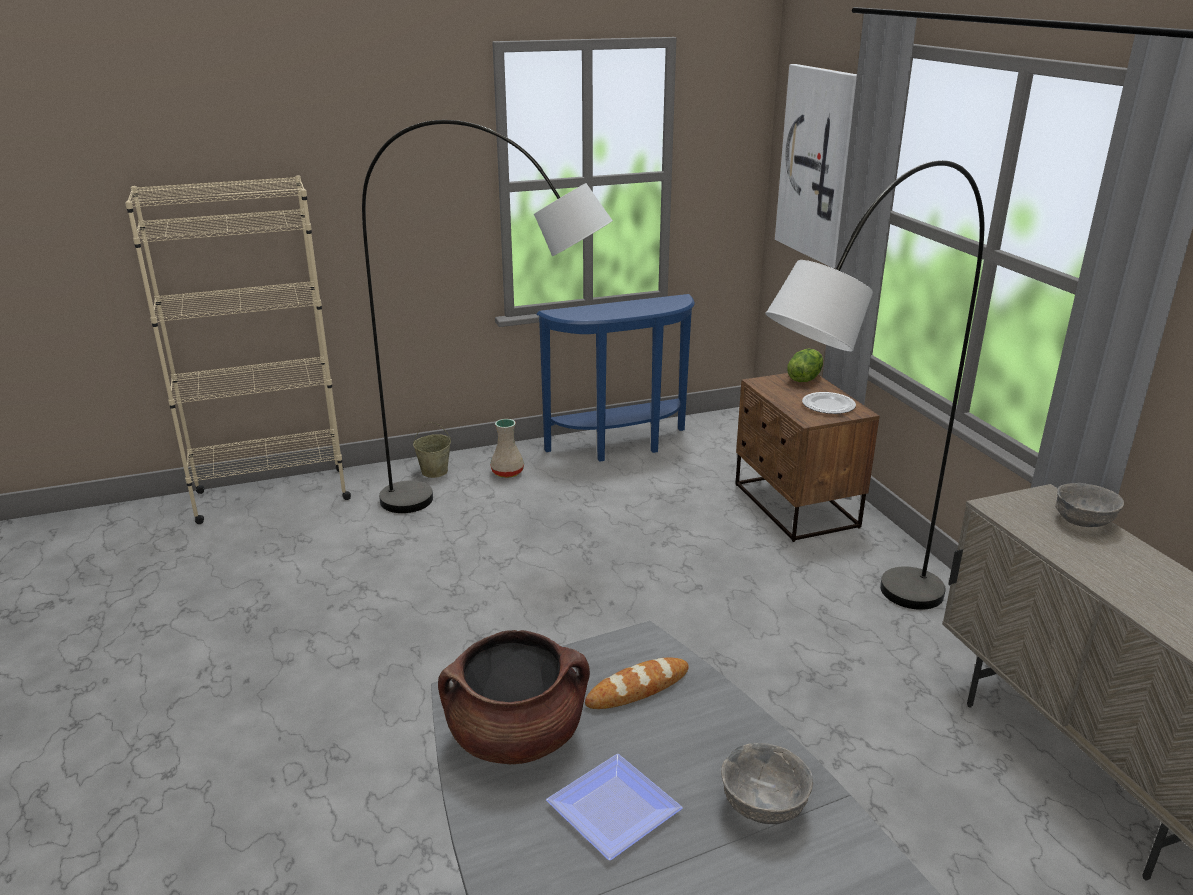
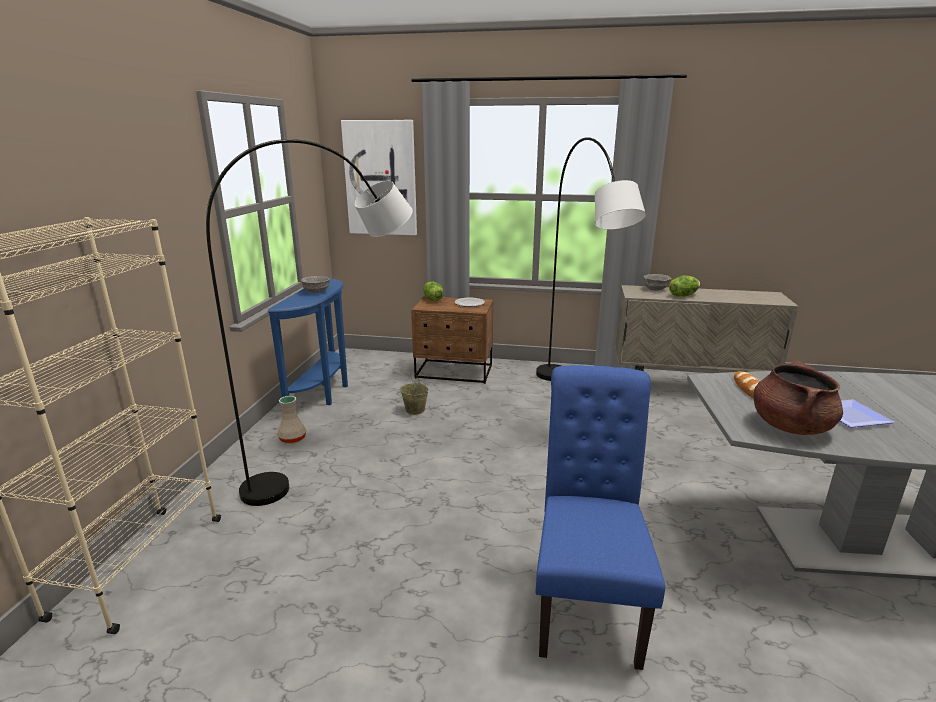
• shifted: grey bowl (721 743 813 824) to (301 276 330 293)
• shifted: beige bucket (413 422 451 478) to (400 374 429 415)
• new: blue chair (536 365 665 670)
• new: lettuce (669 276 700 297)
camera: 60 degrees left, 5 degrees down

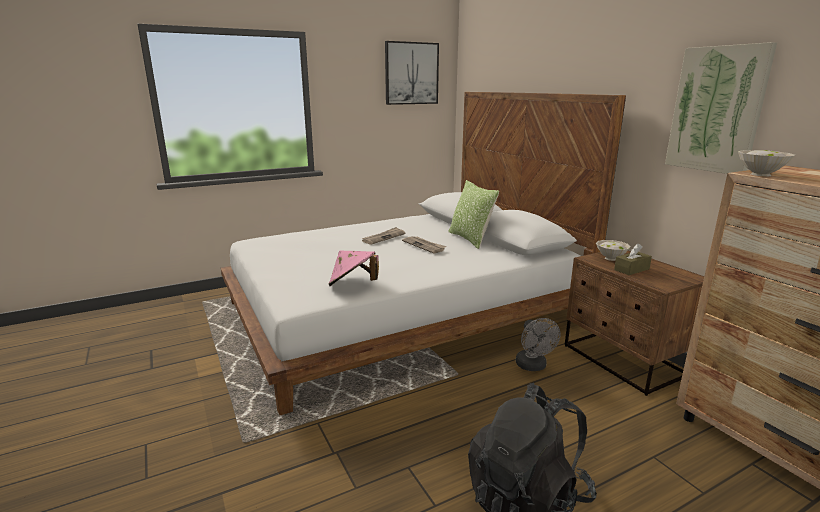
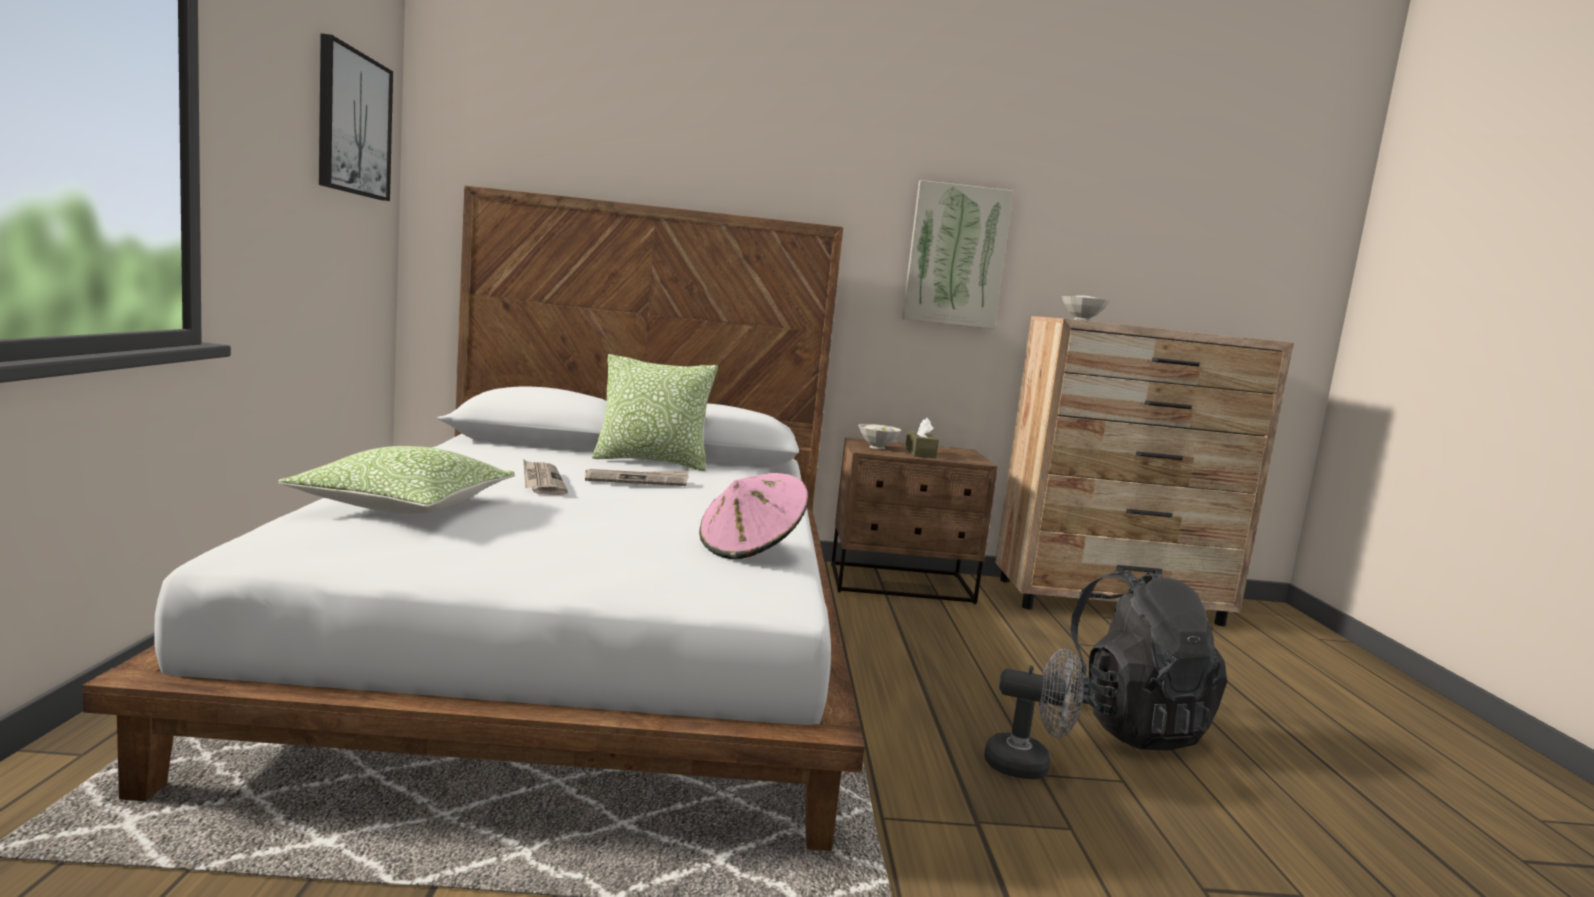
• new: pillow (278 446 515 514)
• shifted: grey fan (516 318 560 371) to (984 649 1084 779)
camera: 65 degrees left, 10 degrees down

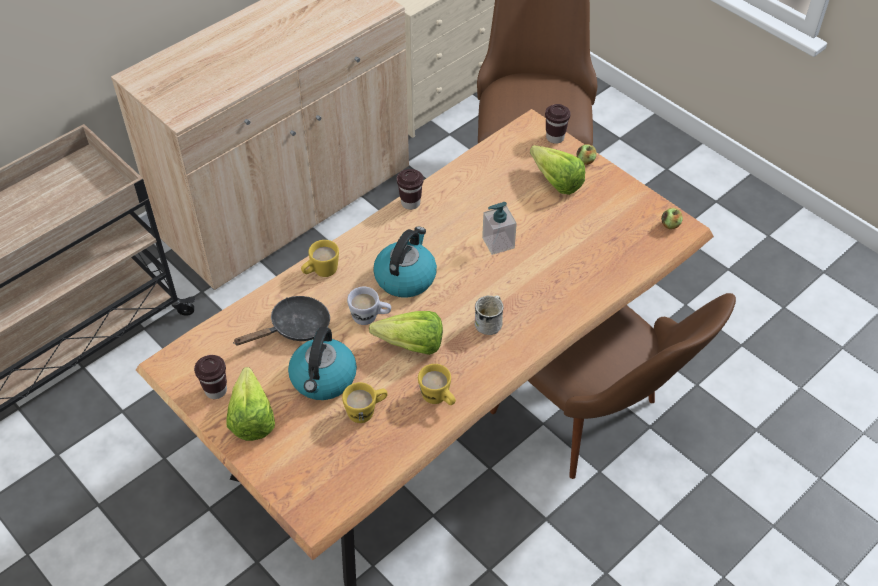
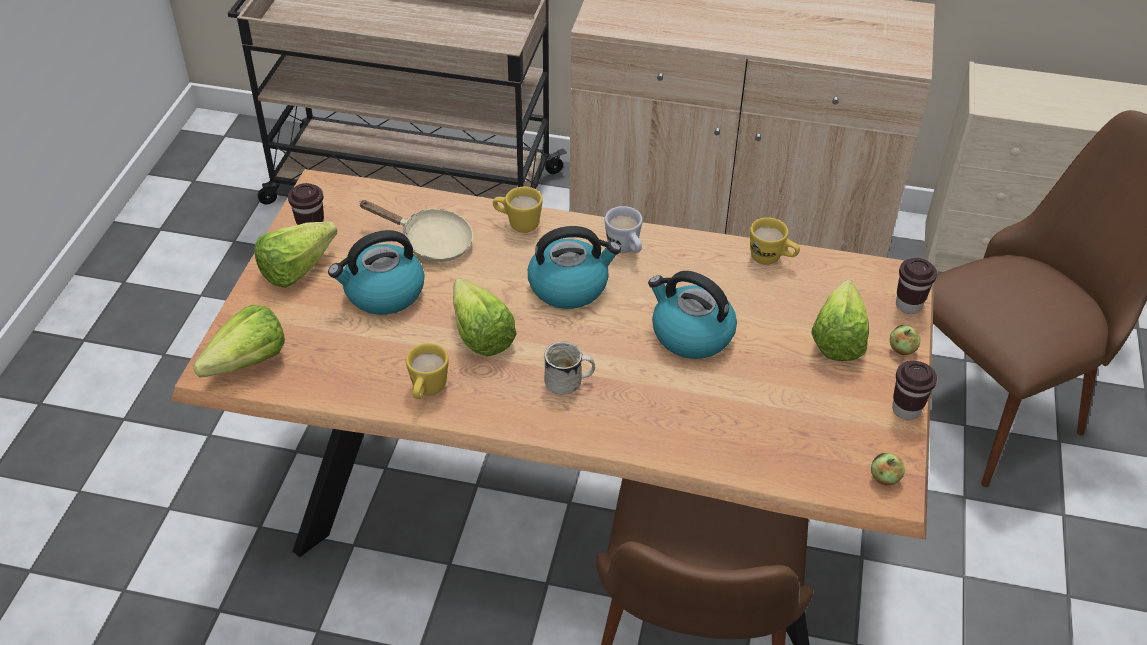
• new: lettuce (193 305 285 378)
• repainted: black frying pan (233 296 330 345) to beige frying pan (359 200 473 262)
• shifted: white mug (347 287 391 325) to (605 206 643 253)
• swapped: soap dispenser (482 202 517 255) to kettle (648 271 737 359)
• shifted: yellow mug (342 382 388 423) to (750 217 800 265)
• shifted: brown cup (397 169 423 210) to (892 361 937 420)
camera: 55 degrees right, 5 degrees down

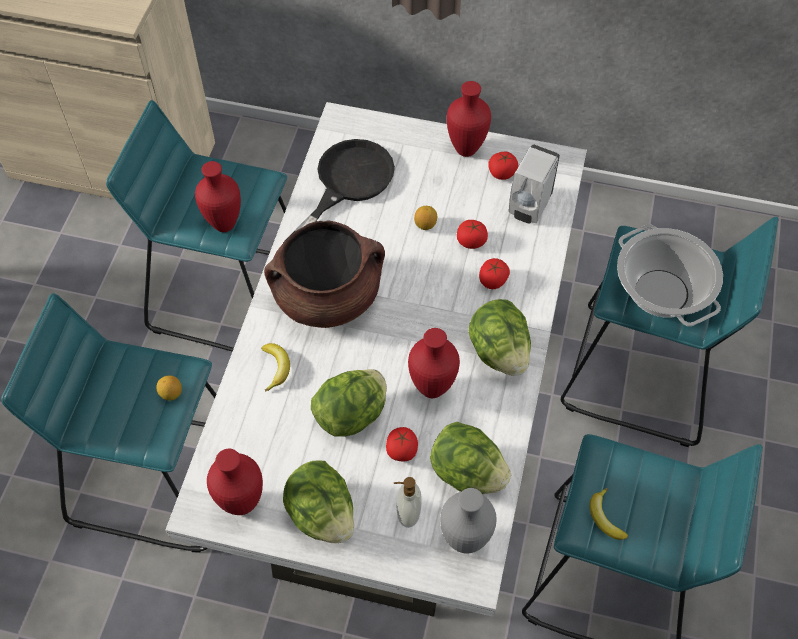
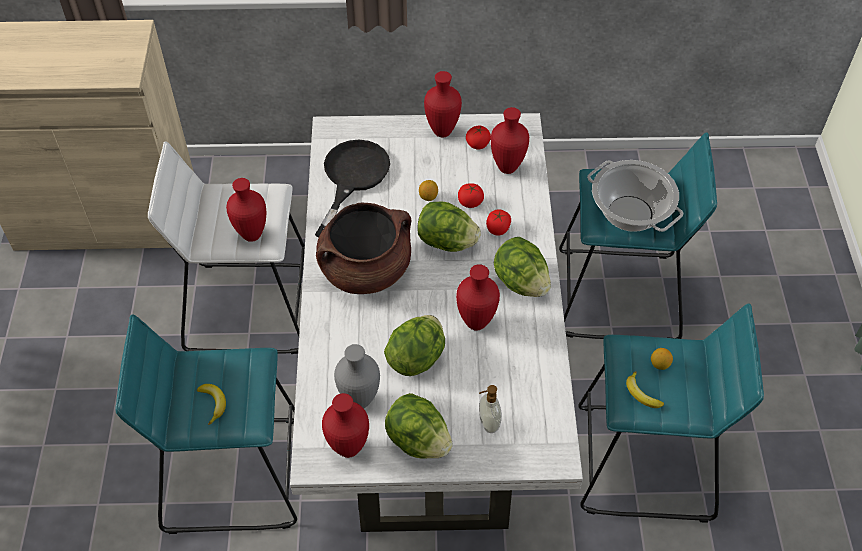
• repainted: turquoise stool (106 100 287 352) to white stool (148 141 305 354)
• shifted: banana (261 343 290 391) to (197 384 226 425)
• shifted: grey vase (440 488 497 553) to (334 344 380 409)
• shifted: lettuce (430 422 511 494) to (418 202 481 252)
• swapped: white soap dispenser (509 144 560 224) to red vase (491 107 529 174)
• shifted: lemon (156 375 182 401) to (651 348 673 370)
• gone: tomato (386 427 418 461)
camera: 15 degrees left, 5 degrees down

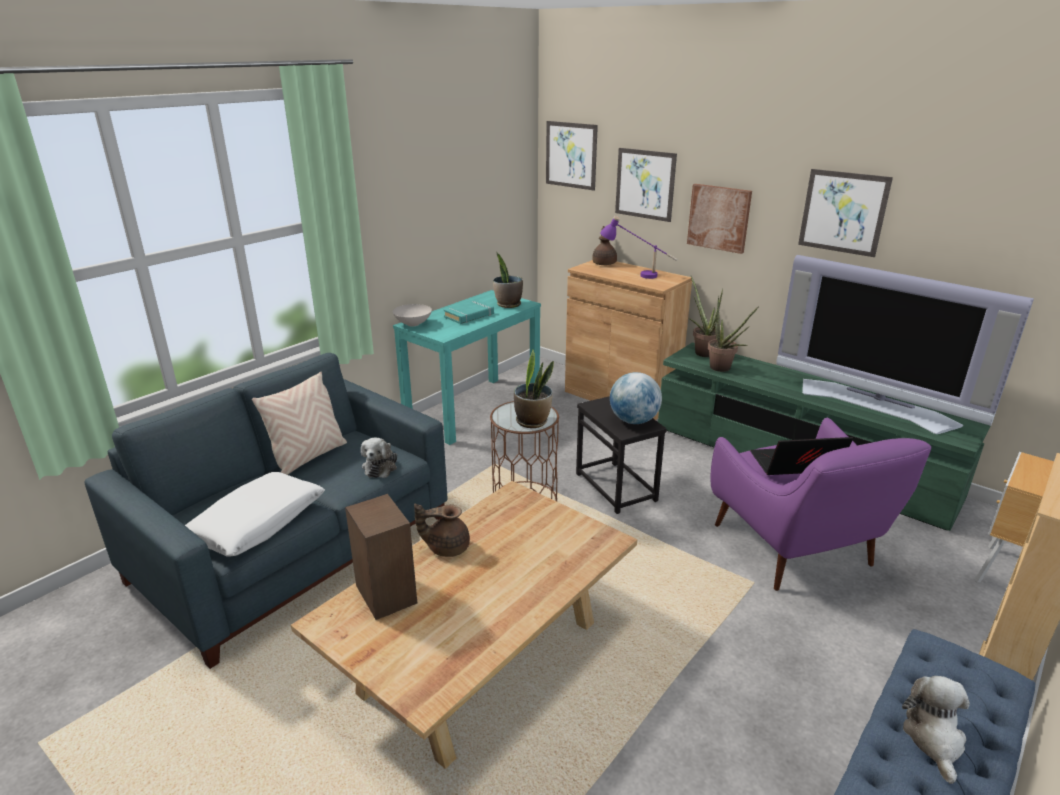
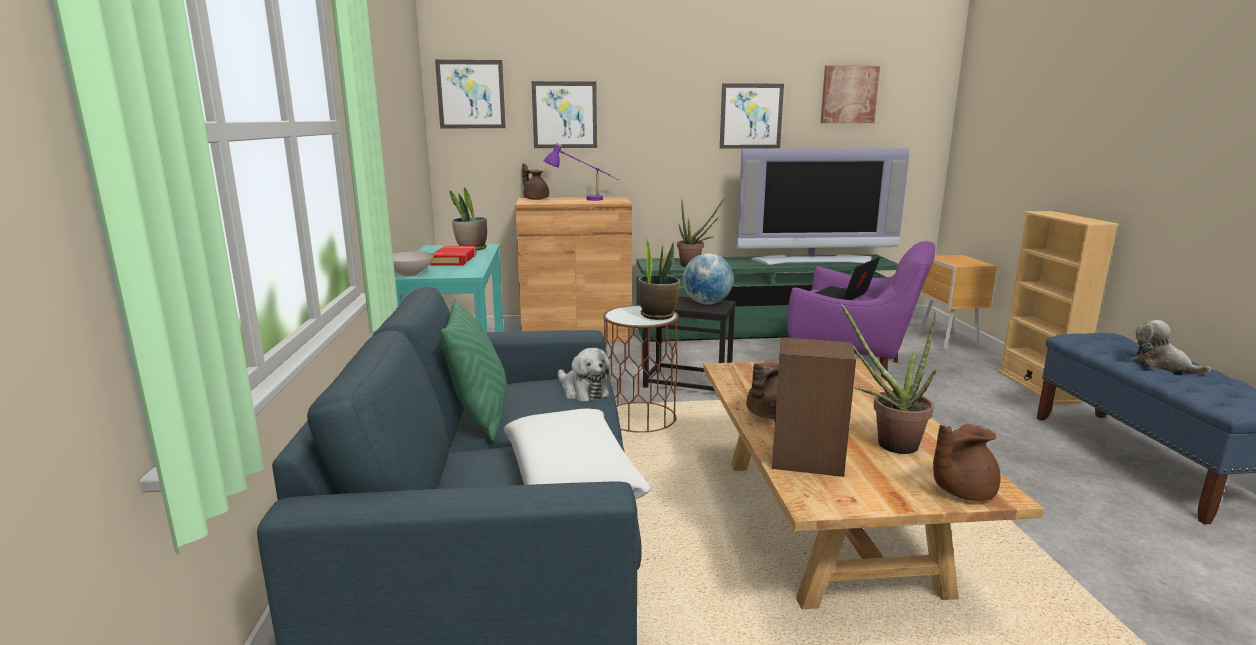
• repainted: turquoise book (444 300 494 324) to red book (430 246 476 266)
• repainted: beige pillow (252 371 347 475) to green pillow (441 299 507 441)
• shifted: picture (687 184 752 254) to (821 66 880 123)
• shifted: potted plant (689 276 723 357) to (841 303 936 454)
• new: brown teapot (933 424 1001 501)
camera: 45 degrees left, 10 degrees down

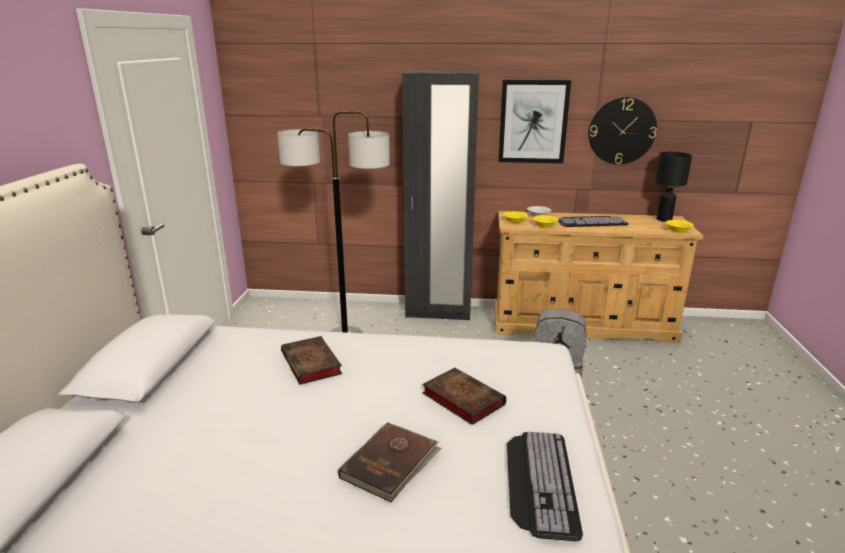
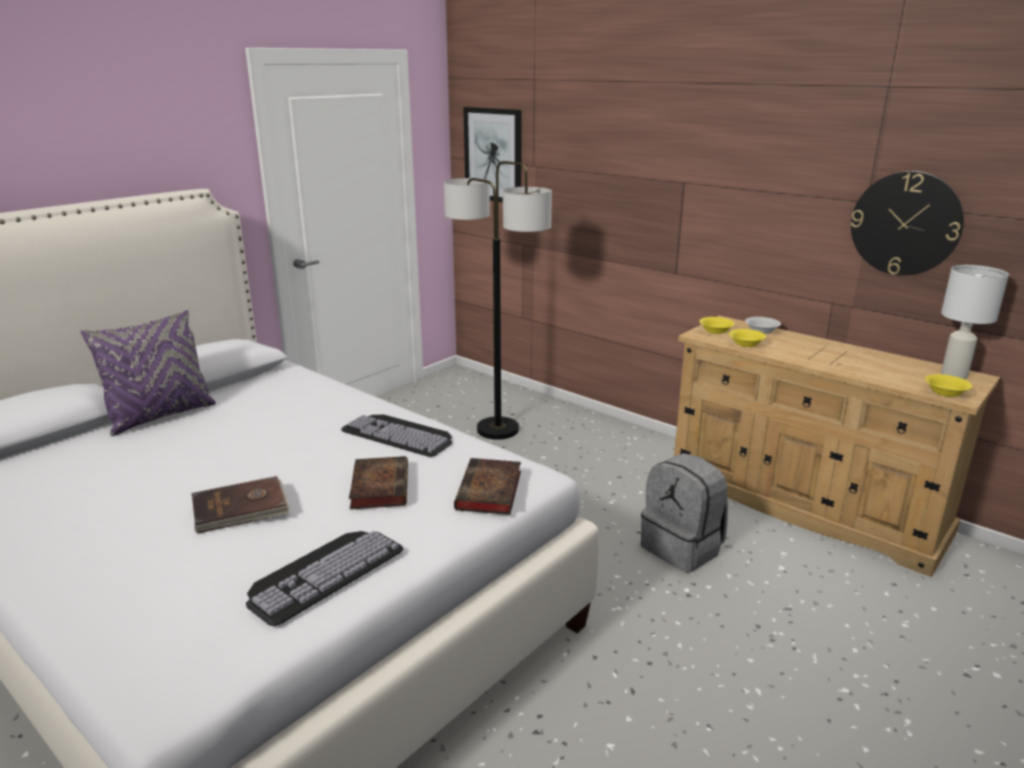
• new: purple pillow (80 310 216 436)
• shifted: keyboard (558 216 629 227) to (341 415 452 457)
• shifted: book (281 336 342 385) to (454 458 521 515)
• shifted: picture (498 80 571 163) to (463 107 522 203)
• repainted: black table lamp (655 152 692 222) to white table lamp (941 265 1009 379)
• gone: black wardrobe (402 71 479 321)
camera: 35 degrees right, 0 degrees up

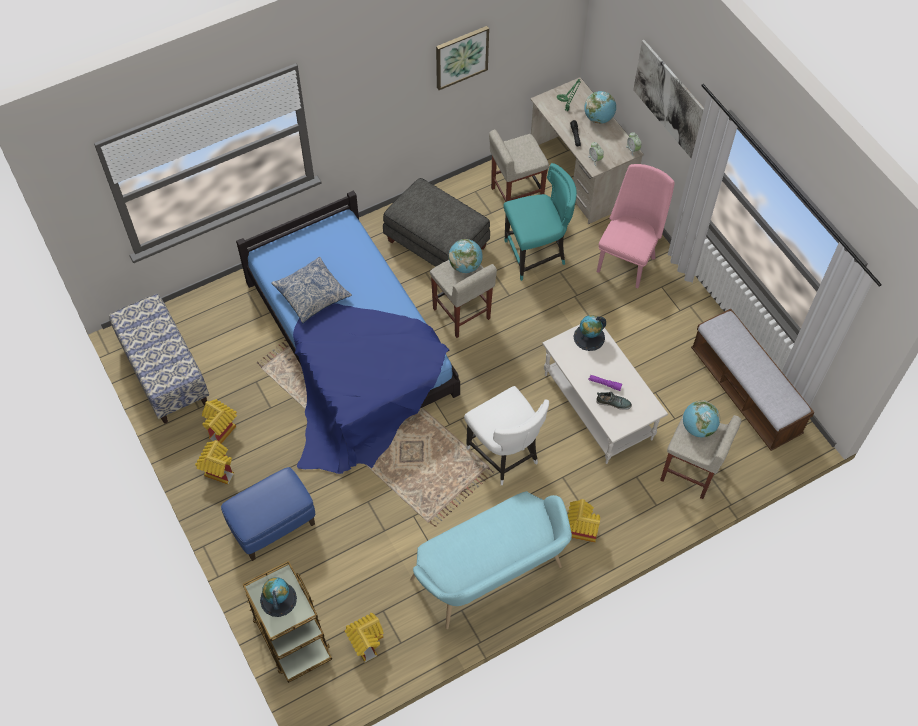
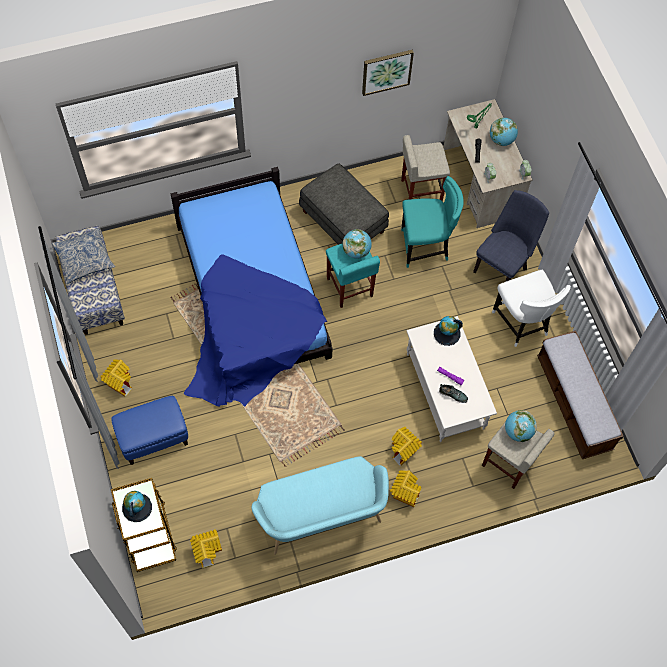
• shifted: pillow (271 256 352 323) to (52 228 115 284)
• repainted: beige stool (430 260 497 338) to turquoise stool (326 243 380 308)
• shifted: toy house (202 399 237 444) to (392 427 422 466)
• repainted: pink chair (597 164 675 288) to blue chair (473 190 549 281)
• shifted: white chair (464 386 549 485) to (492 270 571 347)
• gone: picture (633 40 704 159)
camera: 10 degrees right, 5 degrees up

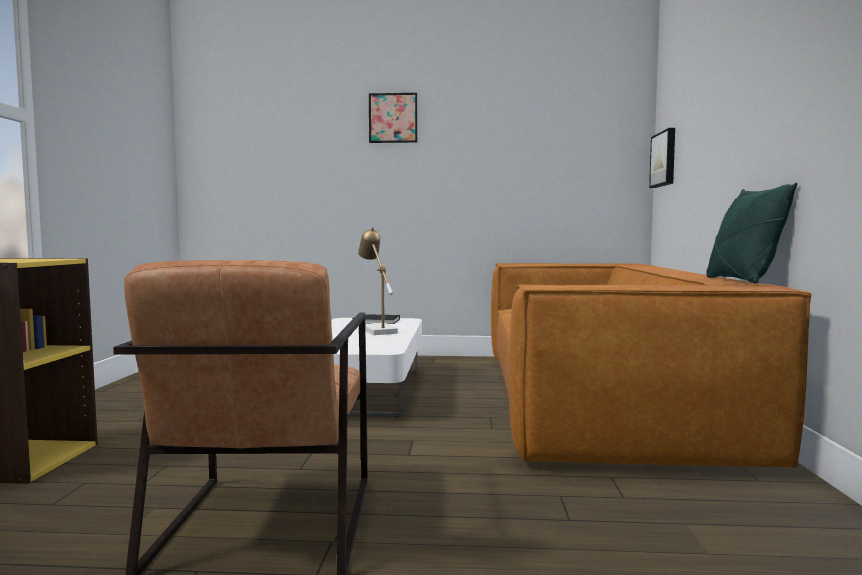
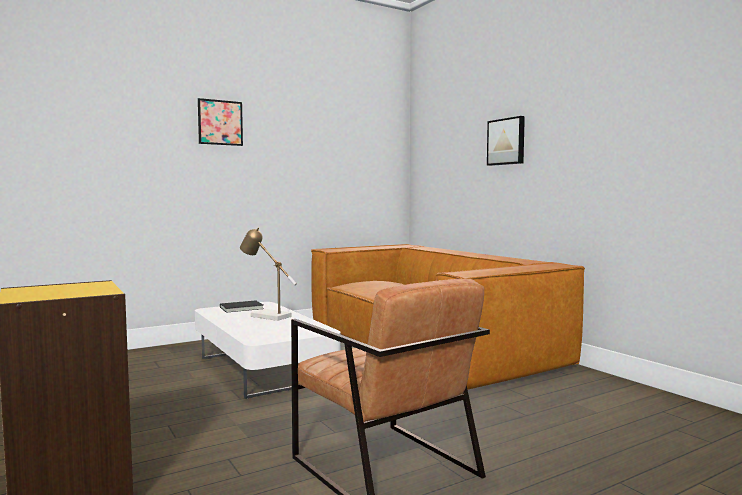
• shifted: picture (649 128 675 188) to (487 116 525 166)
• gone: green pillow (706 183 797 283)
camera: 35 degrees left, 0 degrees up

